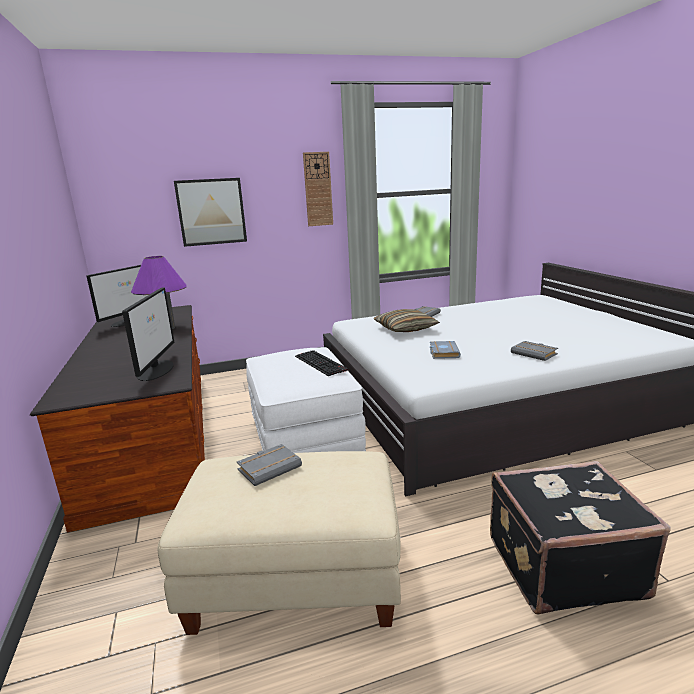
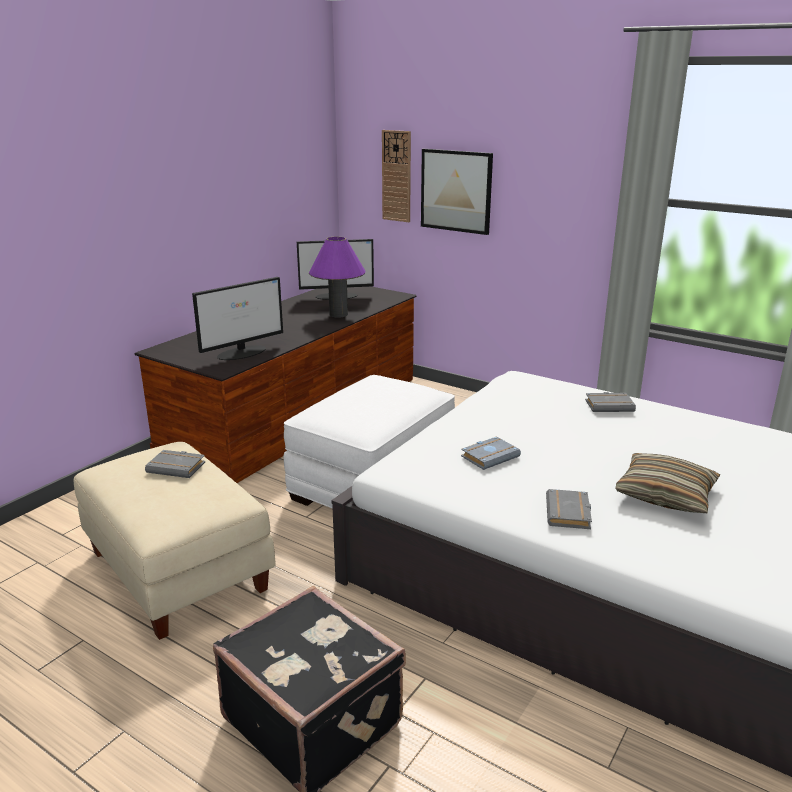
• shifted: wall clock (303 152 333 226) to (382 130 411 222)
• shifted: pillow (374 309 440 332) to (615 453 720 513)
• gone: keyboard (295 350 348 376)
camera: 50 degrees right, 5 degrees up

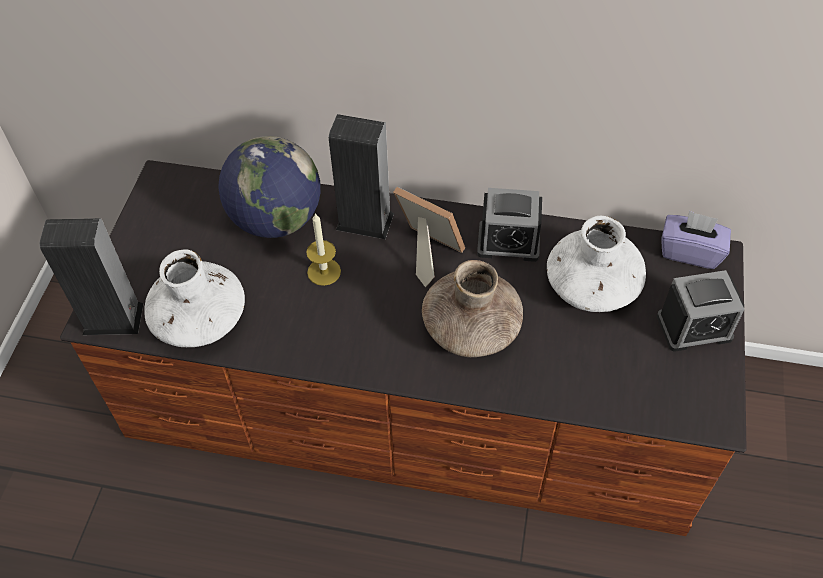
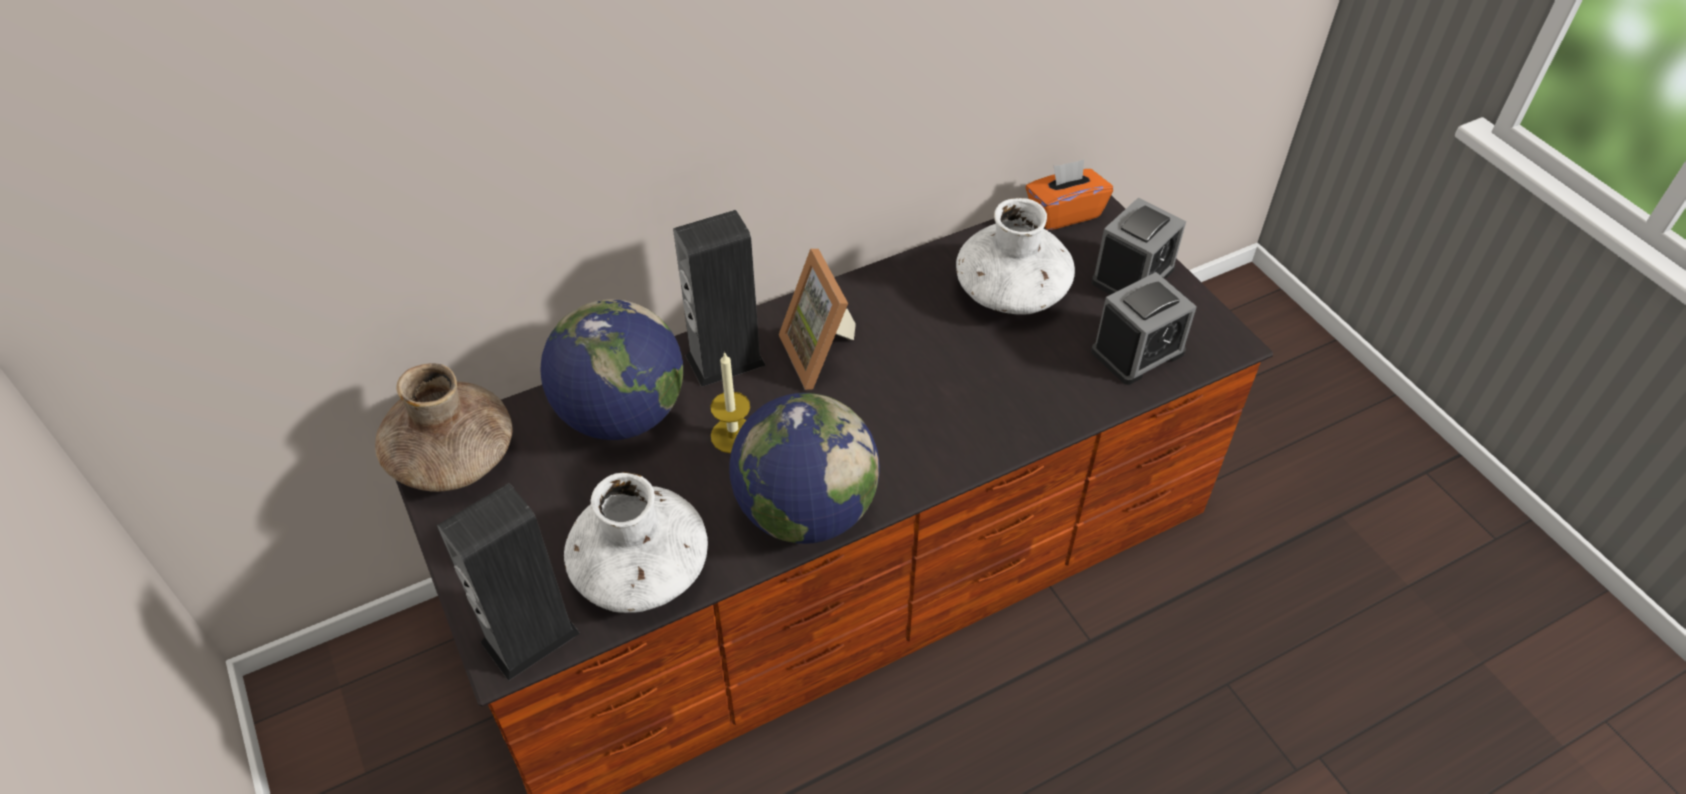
• shifted: brown vase (422 260 523 357) to (375 363 512 492)
• new: globe (729 393 880 544)
• rotated: picture frame (393 187 465 287) = (779 249 856 390) 105 degrees counterclockwise
• repainted: purple tissue box (661 211 731 269) to orange tissue box (1026 159 1113 230)
• shifted: alarm clock (477 188 542 262) to (1091 272 1197 385)
camera: 40 degrees left, 5 degrees down

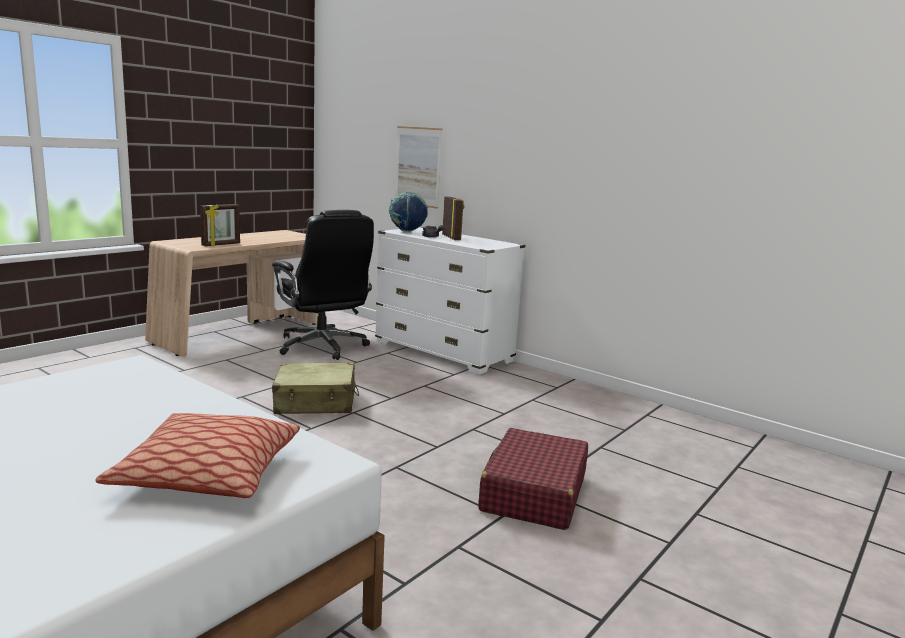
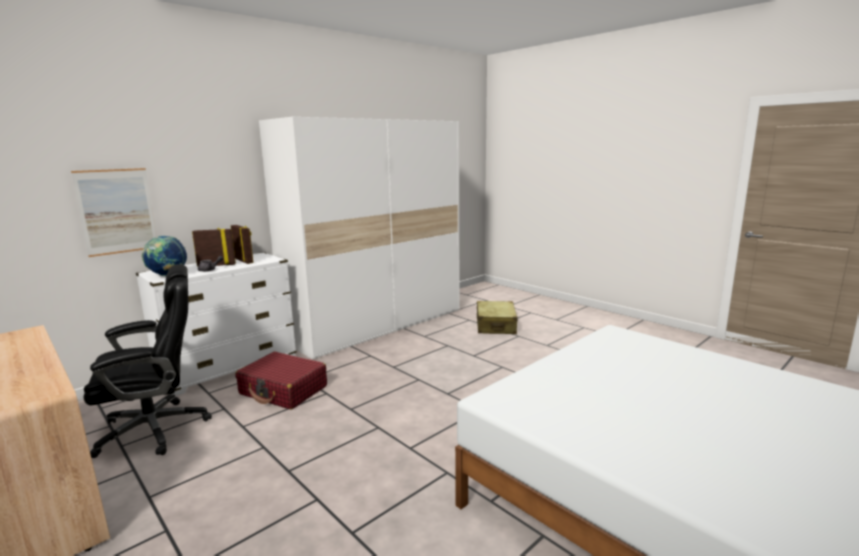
• shifted: picture frame (200 204 240 246) to (231 225 253 264)
• shifted: red suitcase (479 428 588 530) to (235 352 327 410)
• new: white wardrobe (259 117 459 359)
• shifted: beige suitcase (272 363 359 414) to (477 301 518 334)
• gone: pillow (96 413 300 498)
camera: 80 degrees left, 0 degrees up

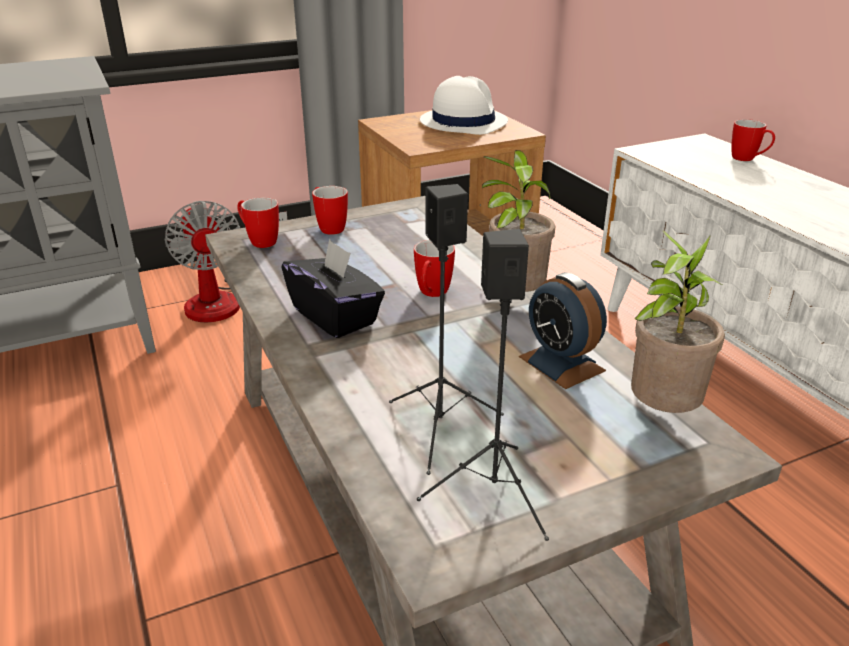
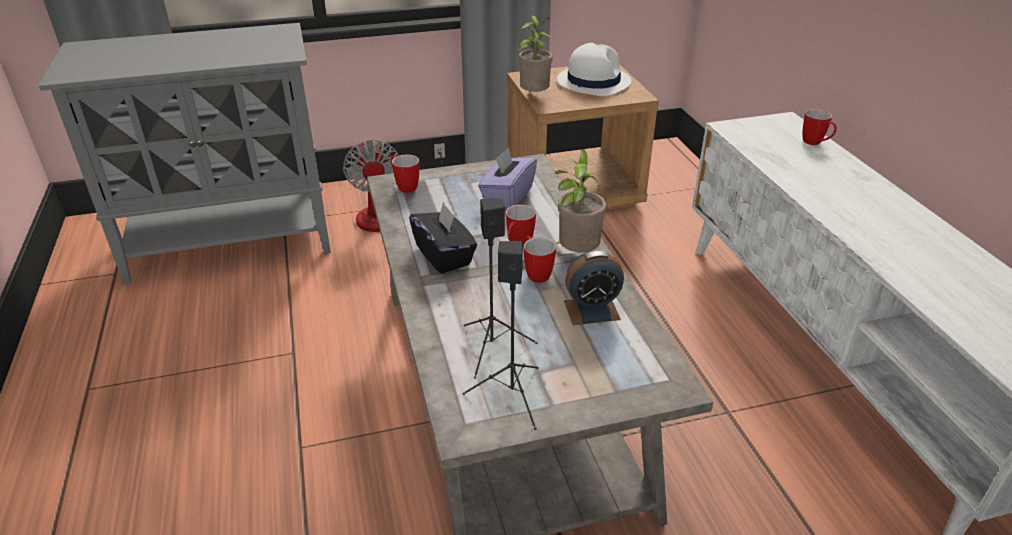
• new: purple tissue box (478 147 537 209)
• shifted: potted plant (631 230 725 413) to (518 15 554 92)
• shifted: mug (312 186 348 235) to (524 236 556 283)
• rotated: alarm clock (519 272 607 389) = (564 251 624 325) 75 degrees counterclockwise
camera: 10 degrees right, 5 degrees up

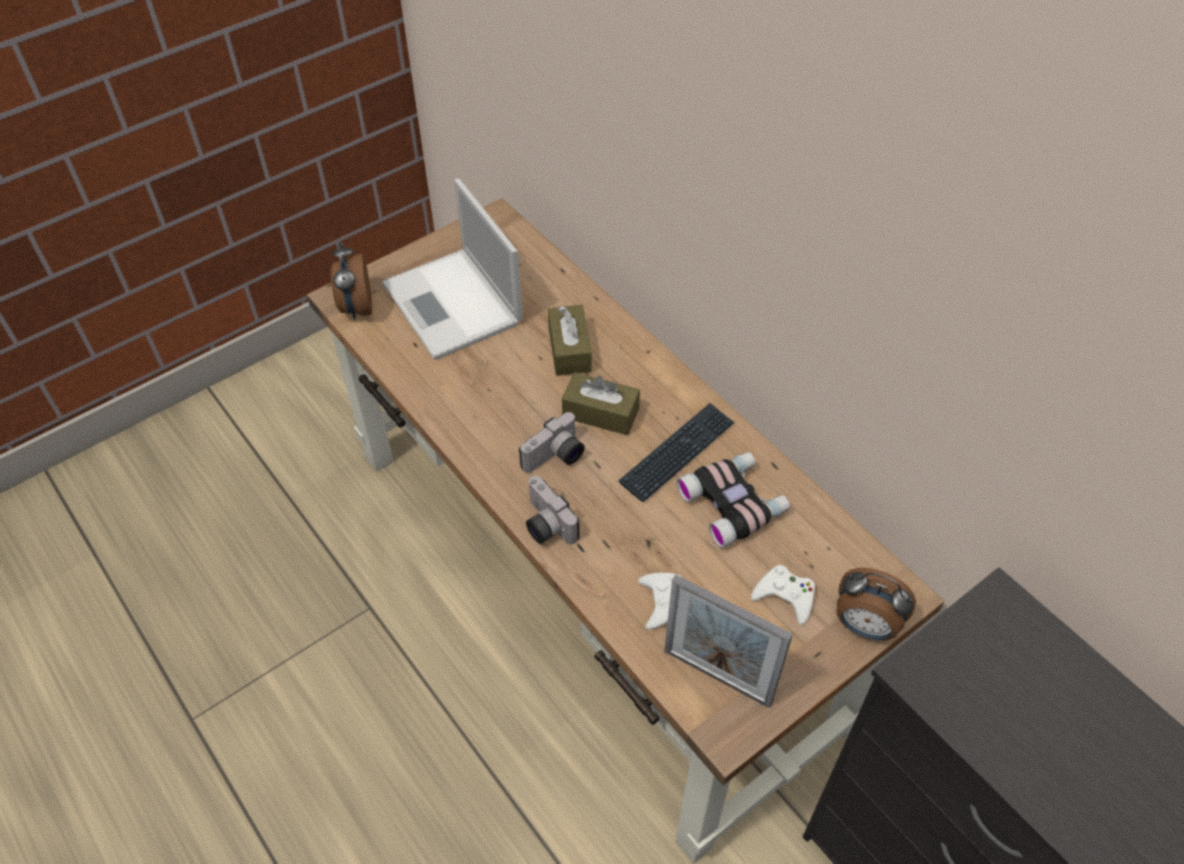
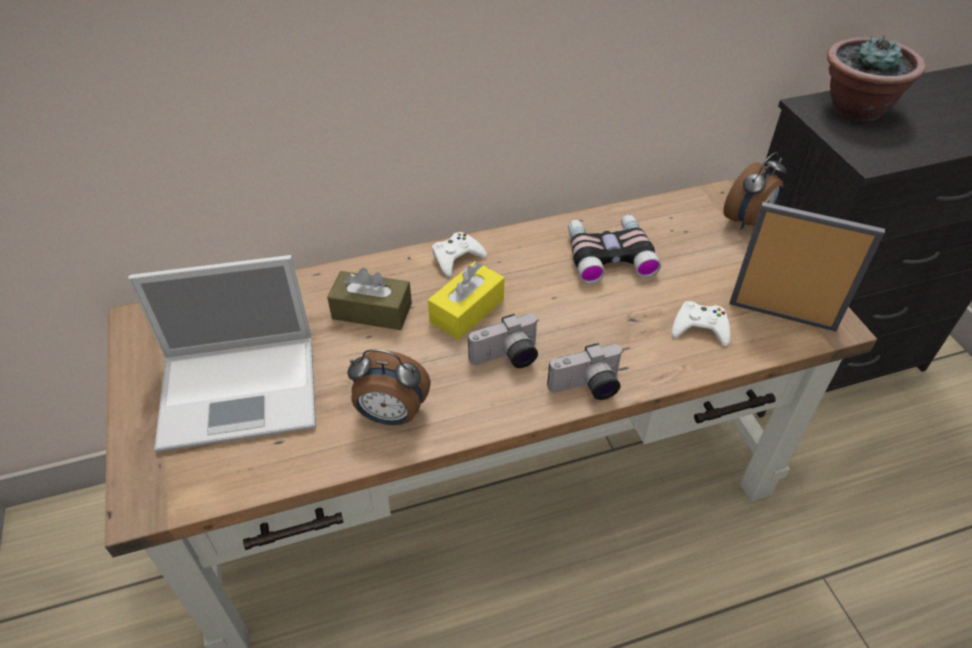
• shifted: alarm clock (331 242 372 320) to (347 349 431 425)
• repainted: brown tissue box (562 372 640 435) to yellow tissue box (428 261 504 340)
• shifted: white game controller (751 565 815 625) to (432 232 487 277)
• rotated: photo camera (519 412 585 473) = (468 314 538 368) 90 degrees clockwise
• rotated: picture frame (664 574 793 708) = (729 202 885 332) 120 degrees counterclockwise
• new: potted plant (827 35 926 121)
• gone: keyboard (619 403 735 502)
camera: 70 degrees left, 5 degrees down

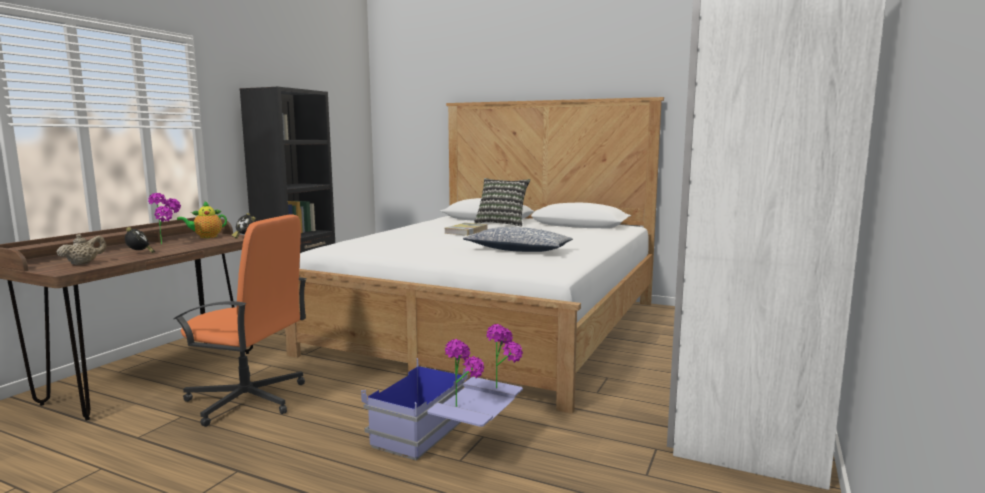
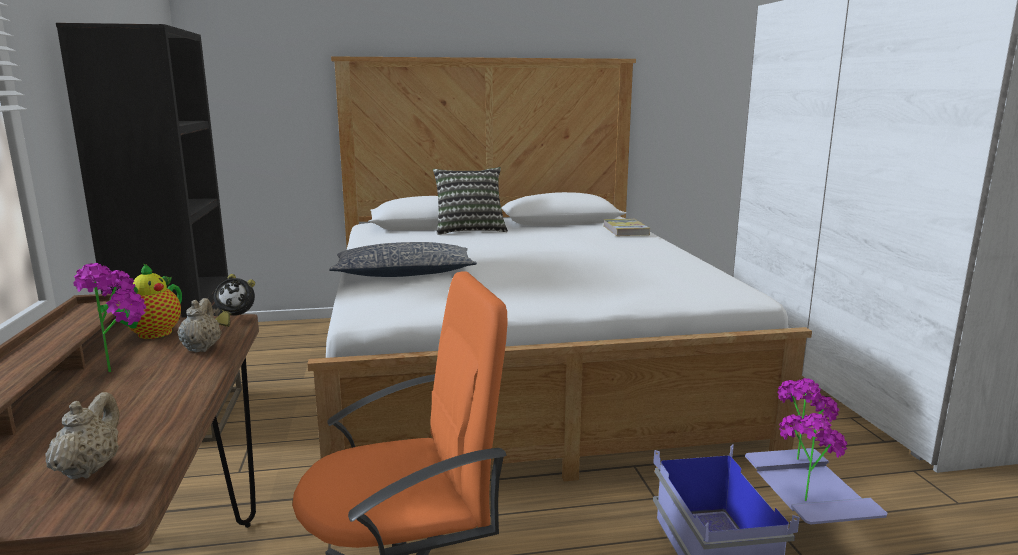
• new: beige teapot (177 298 222 353)
• shifted: pillow (463 227 573 252) to (329 242 477 277)
• shifted: book (444 223 488 236) to (603 219 650 236)
• gone: alarm clock (125 227 155 253)
camera: 35 degrees left, 5 degrees up

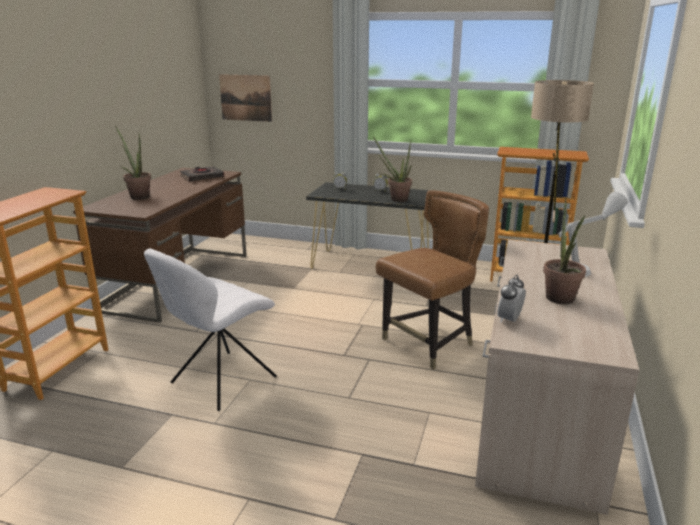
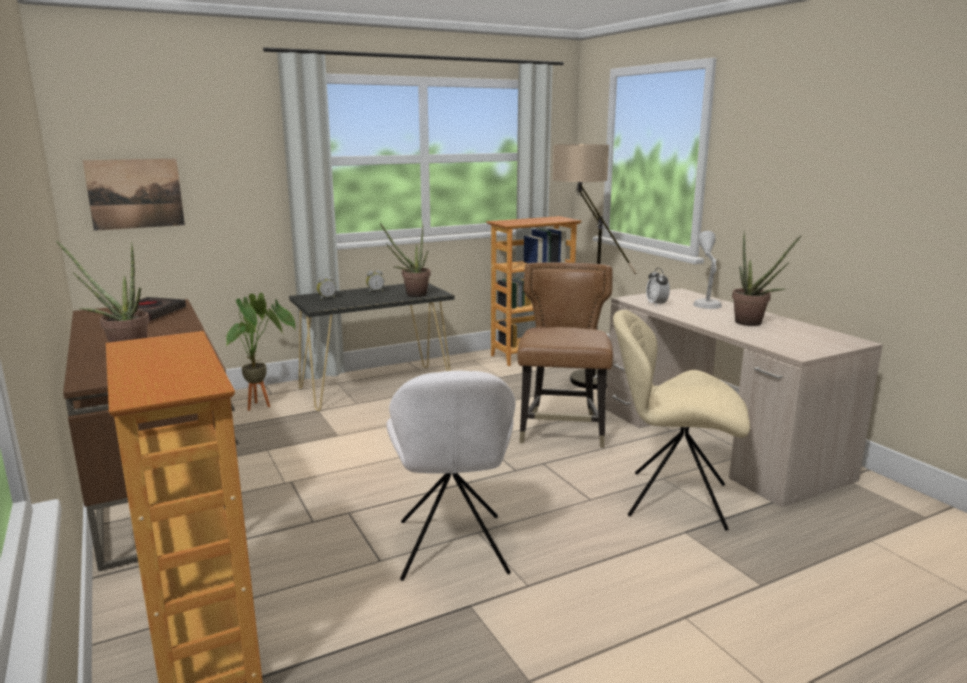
• new: potted plant (226 293 296 411)
• new: beige chair (613 310 750 530)
• shifted: alarm clock (497 275 526 323) to (646 268 670 307)
camera: 45 degrees left, 5 degrees down

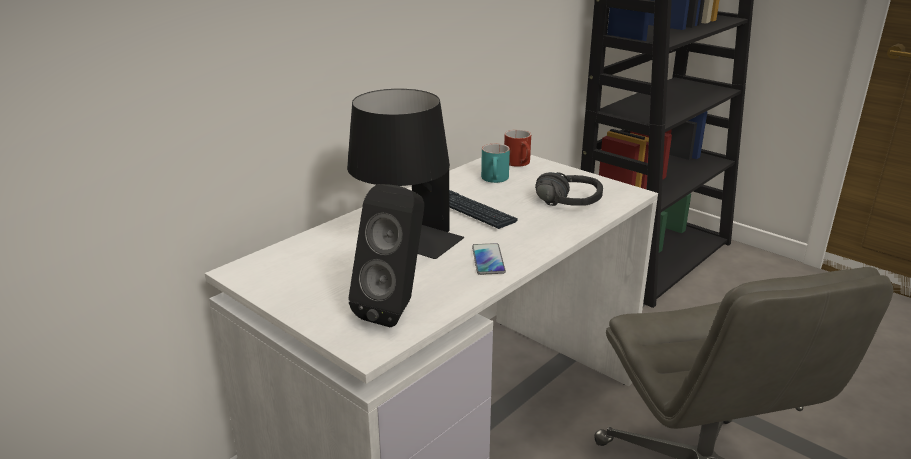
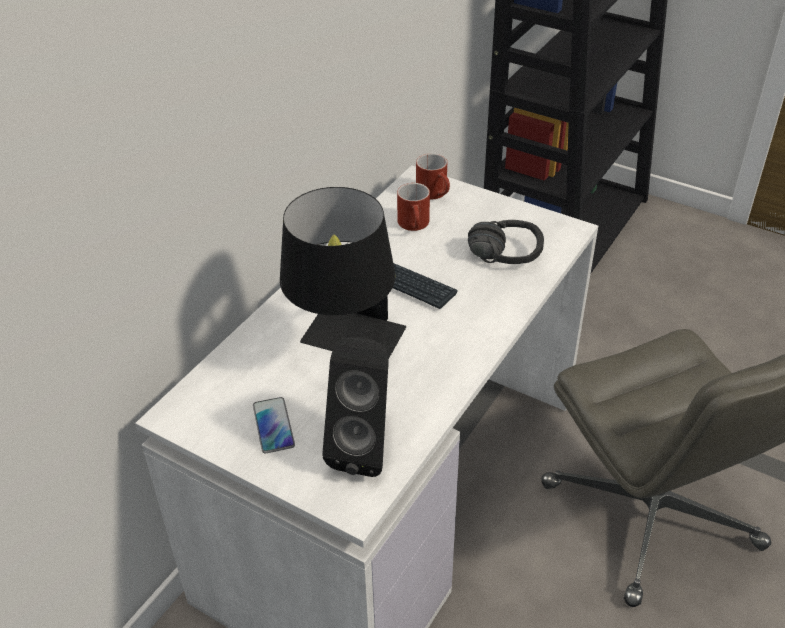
• shifted: phone (472 243 506 275) to (253 397 295 454)
• repainted: turquoise mug (481 144 510 183) to red mug (397 183 430 231)
camera: 10 degrees left, 15 degrees up

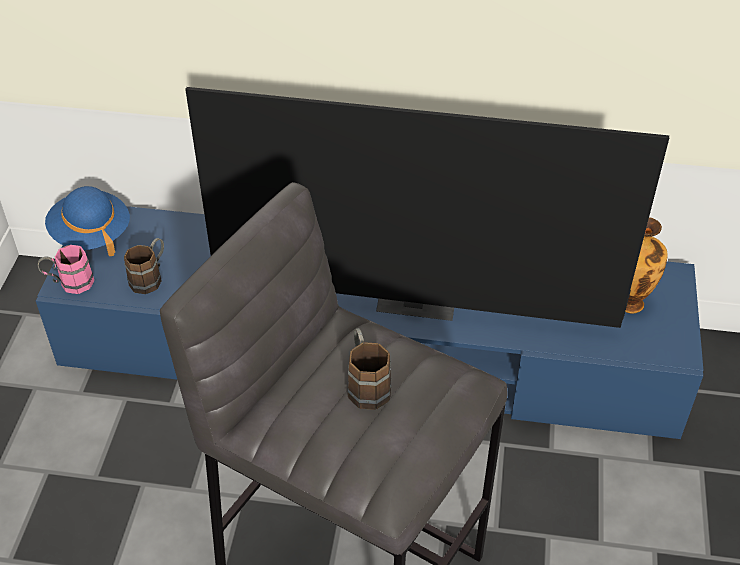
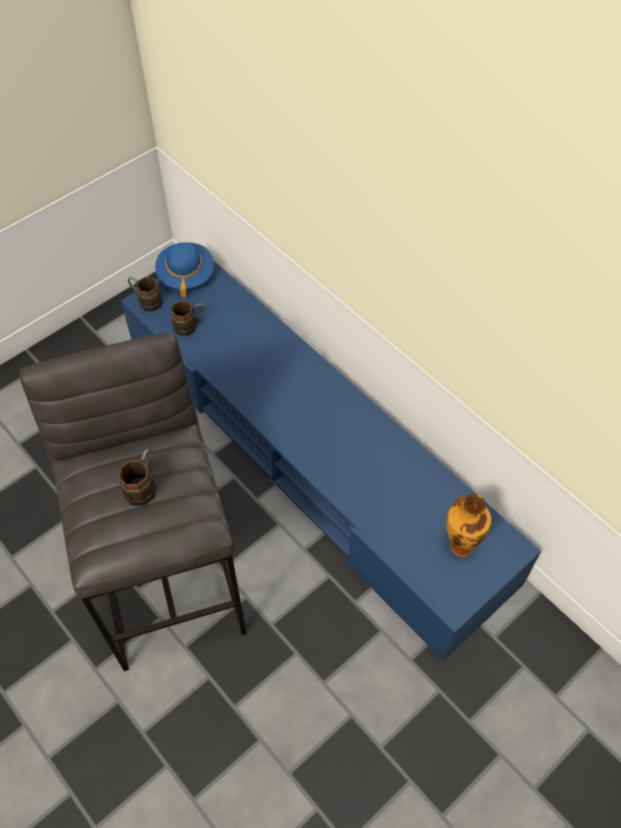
• repainted: pink mug (38 245 94 294) to brown mug (128 277 163 312)
• gone: television (185 87 669 328)
camera: 40 degrees right, 10 degrees up

